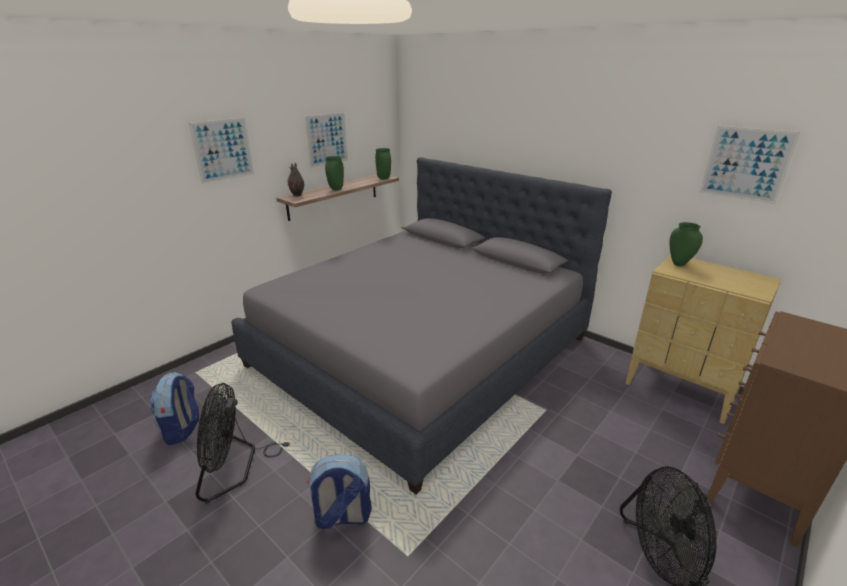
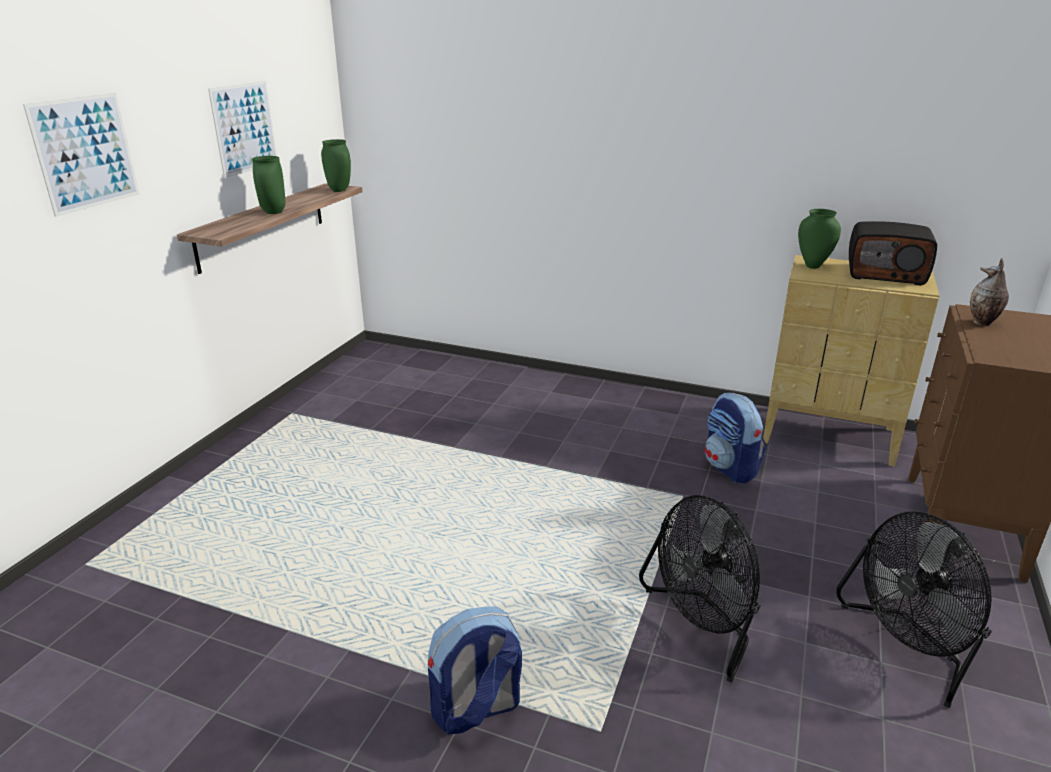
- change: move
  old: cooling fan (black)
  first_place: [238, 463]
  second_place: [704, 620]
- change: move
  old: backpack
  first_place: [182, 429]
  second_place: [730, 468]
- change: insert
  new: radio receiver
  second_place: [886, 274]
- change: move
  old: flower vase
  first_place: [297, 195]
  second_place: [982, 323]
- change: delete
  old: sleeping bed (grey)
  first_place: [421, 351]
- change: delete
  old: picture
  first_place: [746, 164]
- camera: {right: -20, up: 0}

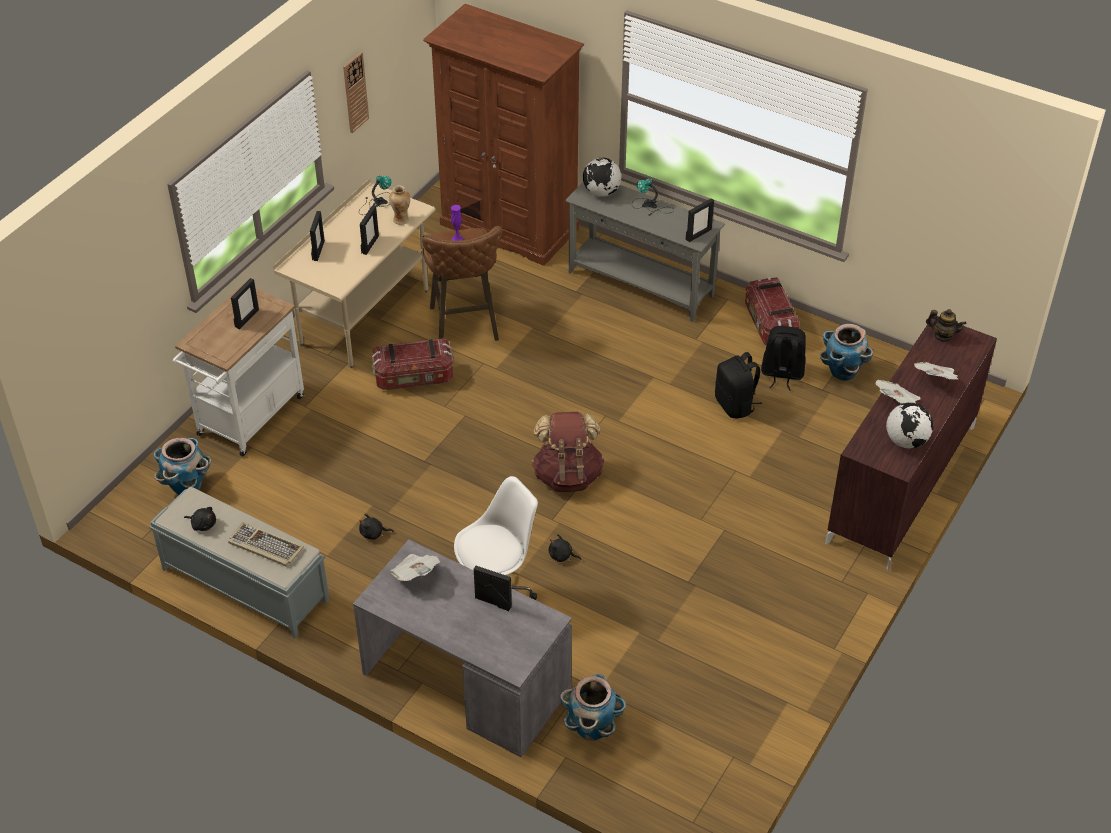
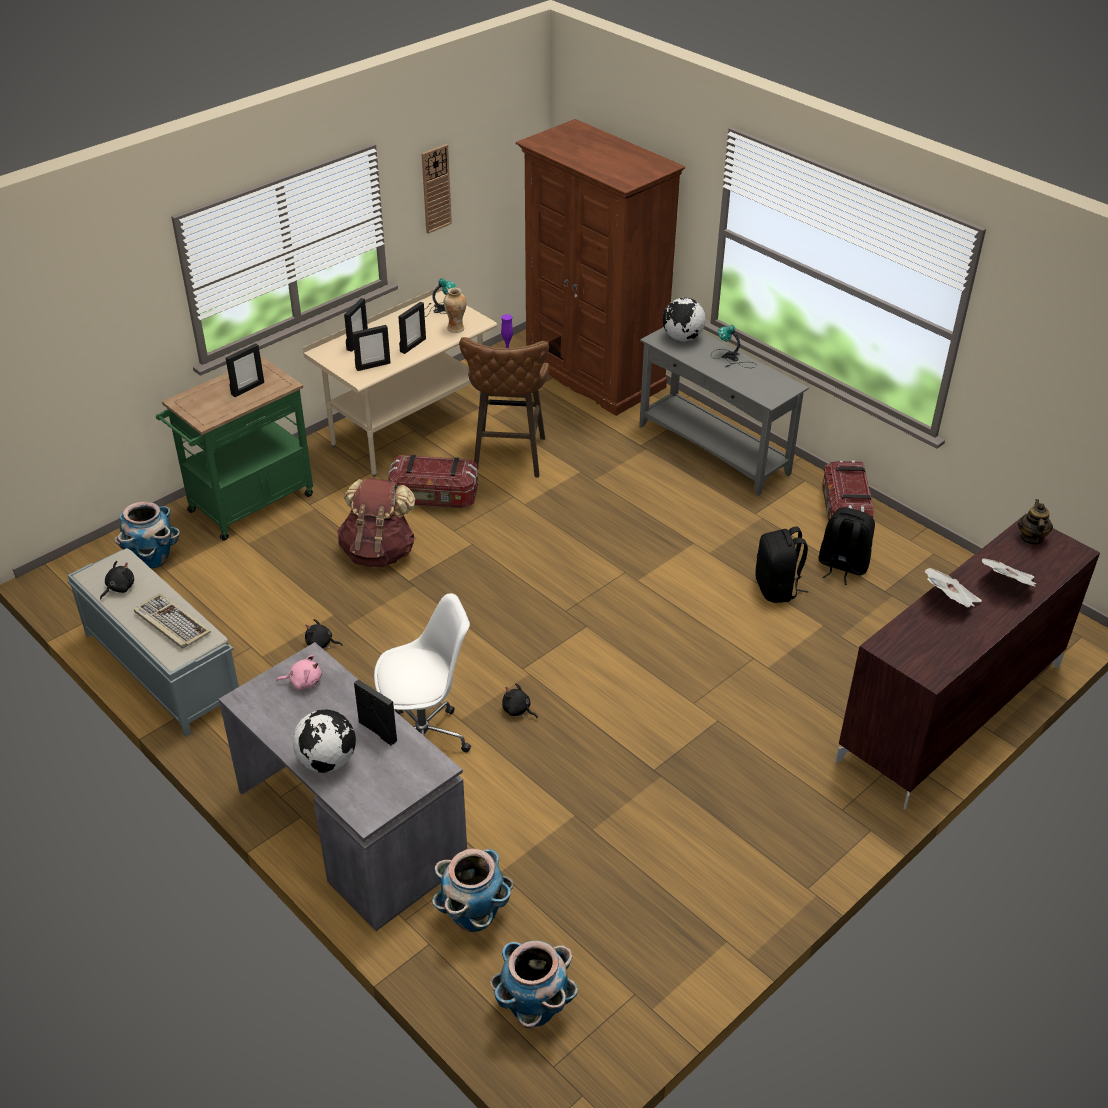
- change: rotate
  old: plush toy (black)
  first_place: [203, 524]
  second_place: [119, 588]
  degrees: -90
- change: recolor
  old: wheeled cart (white-coloured)
  new: wheeled cart (green-coloured)
  first_place: [249, 418]
  second_place: [248, 505]
- change: replace
  old: printed paper
  new: plush toy (pink)
  first_place: [415, 574]
  second_place: [303, 681]
- change: move
  old: desk globe
  first_place: [906, 441]
  second_place: [327, 761]
- change: move
  old: backpack (brownish)
  first_place: [568, 475]
  second_place: [379, 552]
- change: move
  old: standing frame
  first_place: [698, 234]
  second_place: [373, 365]
- change: move
  old: flower pot
  first_place: [843, 372]
  second_place: [533, 1009]
- change: rotate
  old: tea pot
  first_place: [943, 336]
  second_place: [1031, 538]
  degrees: -120
- camera: {right: 15, up: -5}

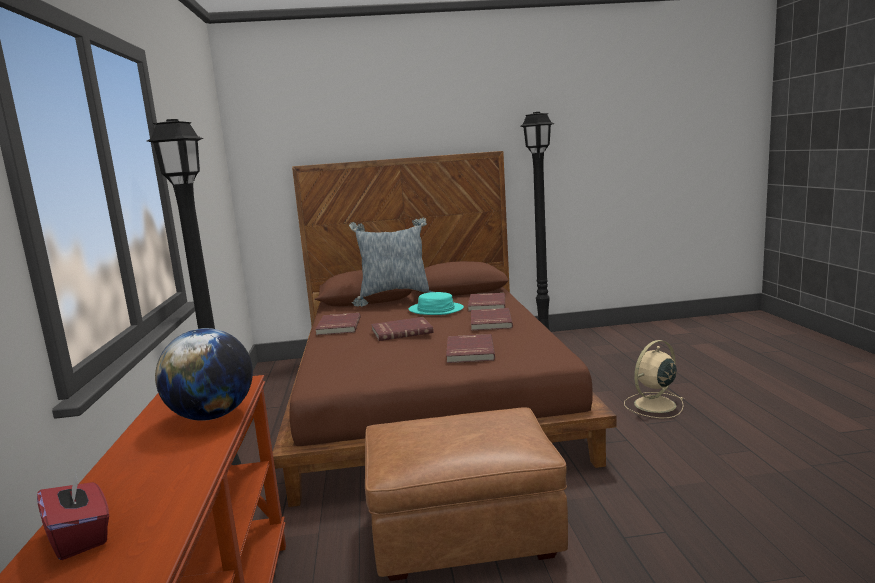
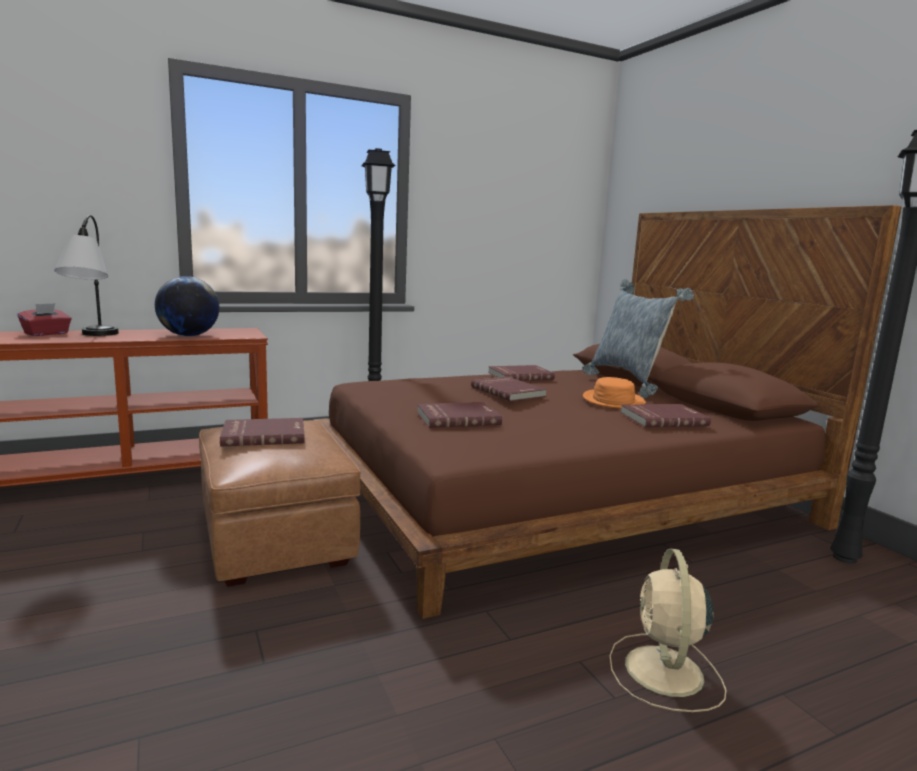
- change: insert
  new: tabletop lamp
  second_place: [92, 336]
- change: move
  old: bound book (red)
  first_place: [489, 321]
  second_place: [264, 435]
- change: recolor
  old: clothing hat (blue-green)
  new: clothing hat (orange)
  first_place: [436, 310]
  second_place: [613, 400]
- change: rotate
  old: cooling fan (beige-coloured)
  first_place: [653, 405]
  second_place: [664, 673]
  degrees: -120
- camera: {right: 70, up: 0}

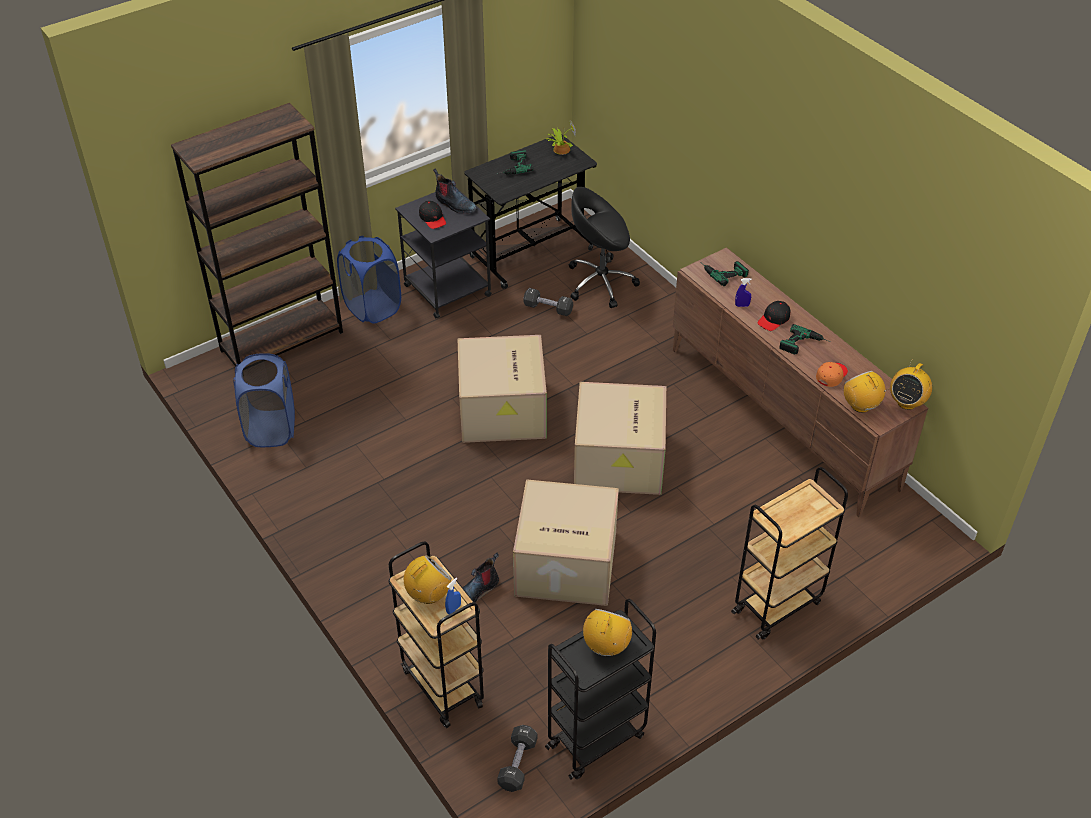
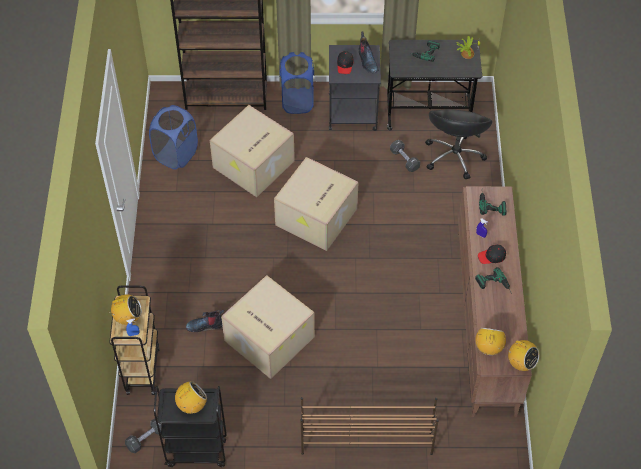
- change: move
  old: carton
  first_place: [620, 461]
  second_place: [253, 165]
- change: replace
  old: wheeled cart (brownish)
  new: shoe rack (brownish)
  first_place: [777, 609]
  second_place: [366, 442]
- change: rotate
  old: computer chair (black)
  first_place: [599, 283]
  second_place: [454, 158]
  degrees: -105
- change: rotate
  old: radio receiver
  first_place: [906, 402]
  second_place: [521, 363]
  degrees: -120
- change: delete
  old: cap (orange)
  first_place: [831, 375]
- camera: {right: 35, up: 10}

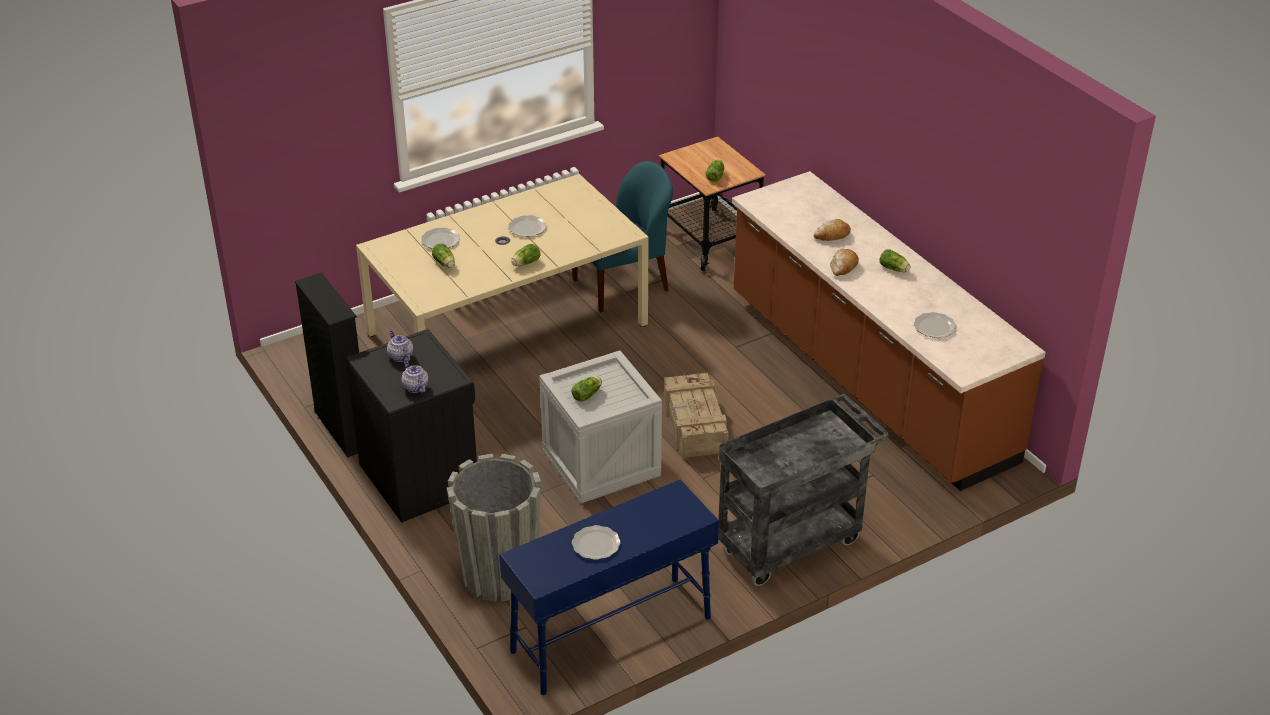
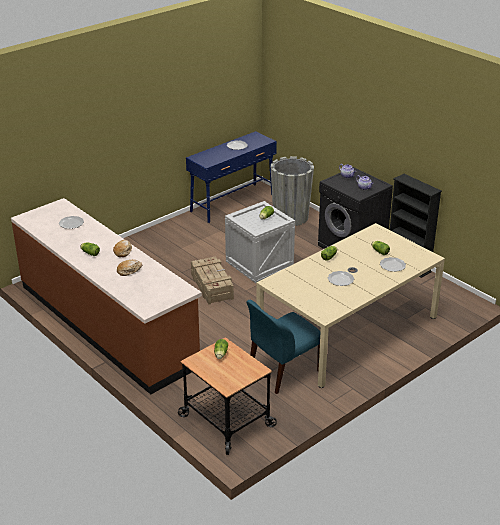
- change: delete
  old: wheeled cart (black)
  first_place: [795, 546]
- camera: {right: 170, up: -5}

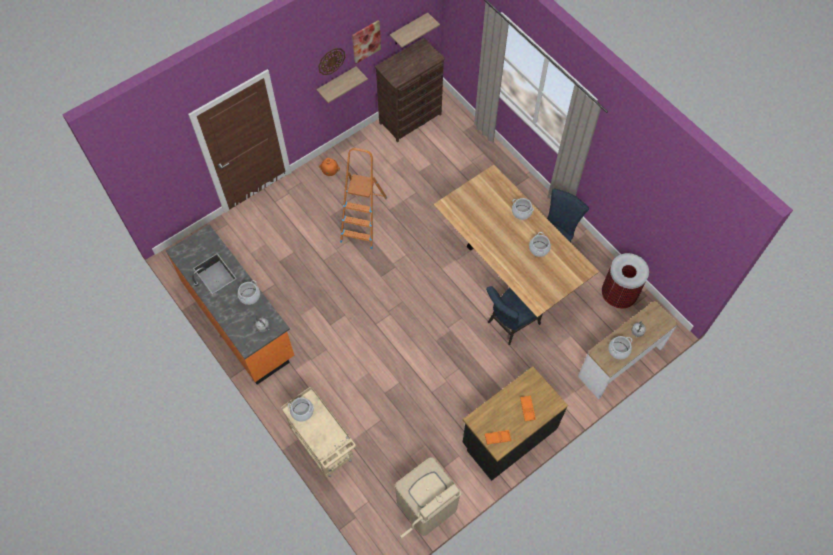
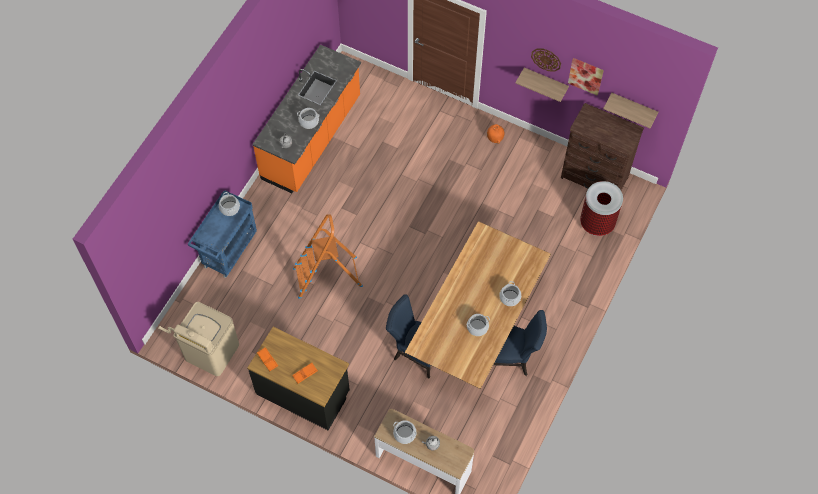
- change: recolor
  old: wheeled cart (beige-coloured)
  new: wheeled cart (bluish)
  first_place: [324, 447]
  second_place: [228, 253]
- change: move
  old: step stool (orange)
  first_place: [364, 220]
  second_place: [327, 277]
- change: move
  old: rubbish bin
  first_place: [618, 295]
  second_place: [597, 223]
- camera: {right: 65, up: 0}

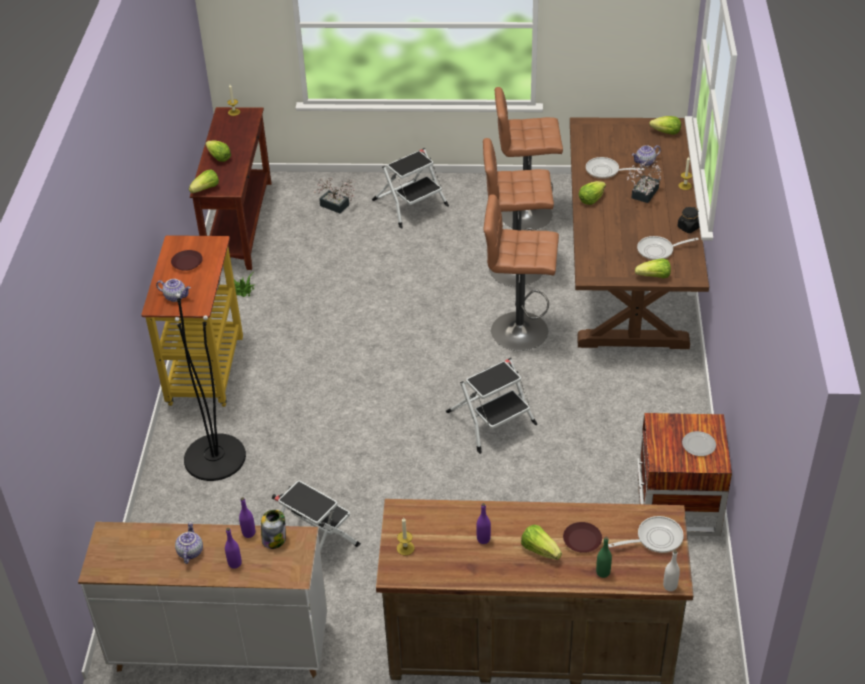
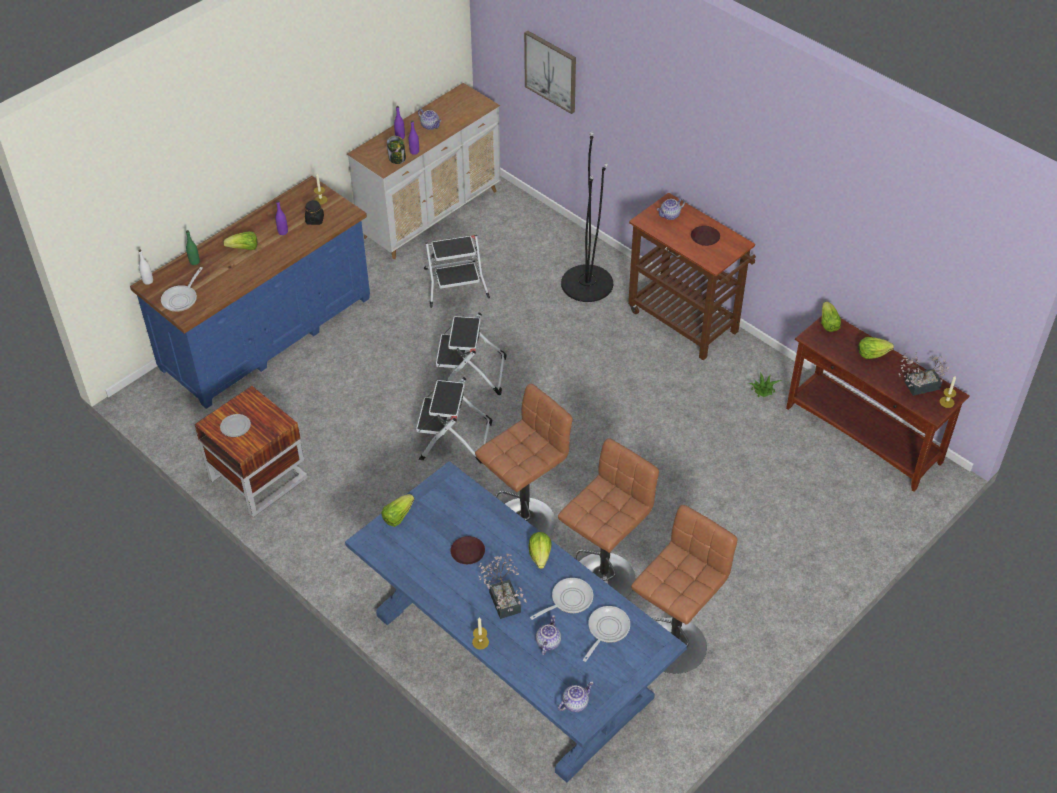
- change: move
  old: storage jar (black)
  first_place: [688, 227]
  second_place: [314, 220]
- change: recolor
  old: dinner table (brownish)
  new: dinner table (bluish)
  first_place: [628, 272]
  second_place: [511, 656]
- change: move
  old: step stool
  first_place: [409, 204]
  second_place: [471, 372]
- change: move
  old: dinner plate (brownish)
  first_place: [582, 540]
  second_place: [468, 552]
- change: insert
  new: picture
  second_place: [551, 71]
- change: replace
  old: head of lettuce
  new: tea pot
  first_place: [666, 133]
  second_place: [575, 703]
- change: move
  old: skillet
  first_place: [658, 251]
  second_place: [606, 630]
- change: recolor
  old: wheeled cart (yellowish)
  new: wheeled cart (brownish)
  first_place: [206, 370]
  second_place: [684, 322]
- change: move
  old: houseplant
  first_place: [337, 206]
  second_place: [918, 386]
- camera: {right: 130, up: 5}

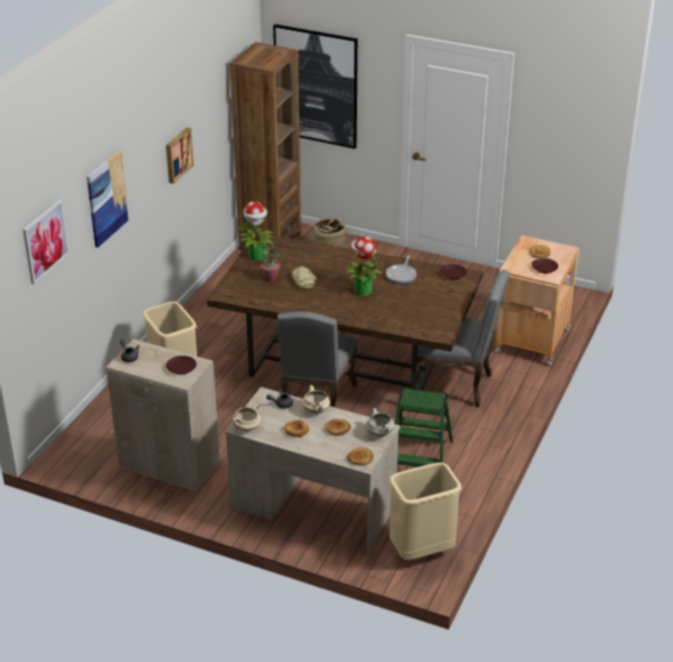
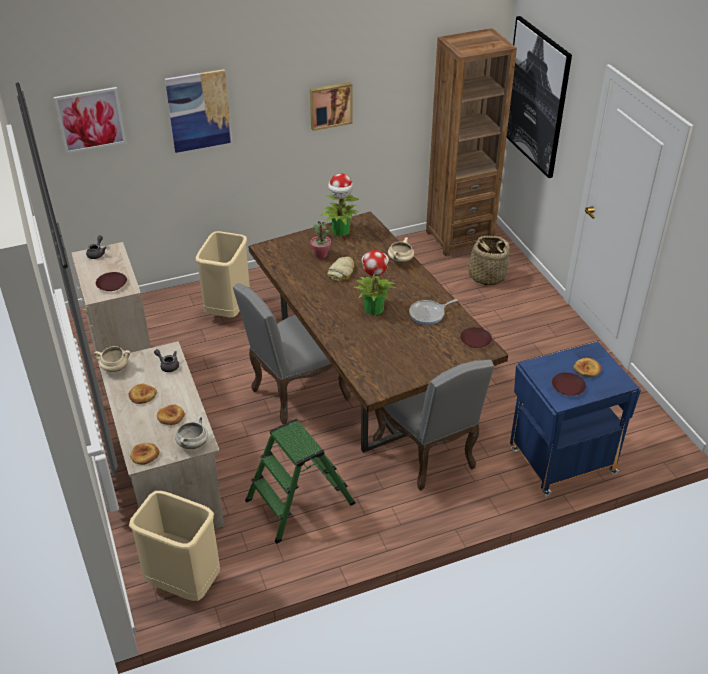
- change: move
  old: saucepot (beige-coloured)
  first_place: [316, 410]
  second_place: [400, 261]
- change: recolor
  old: wheeled cart (brownish)
  new: wheeled cart (bluish)
  first_place: [532, 342]
  second_place: [560, 462]
- camera: {right: 45, up: 5}

